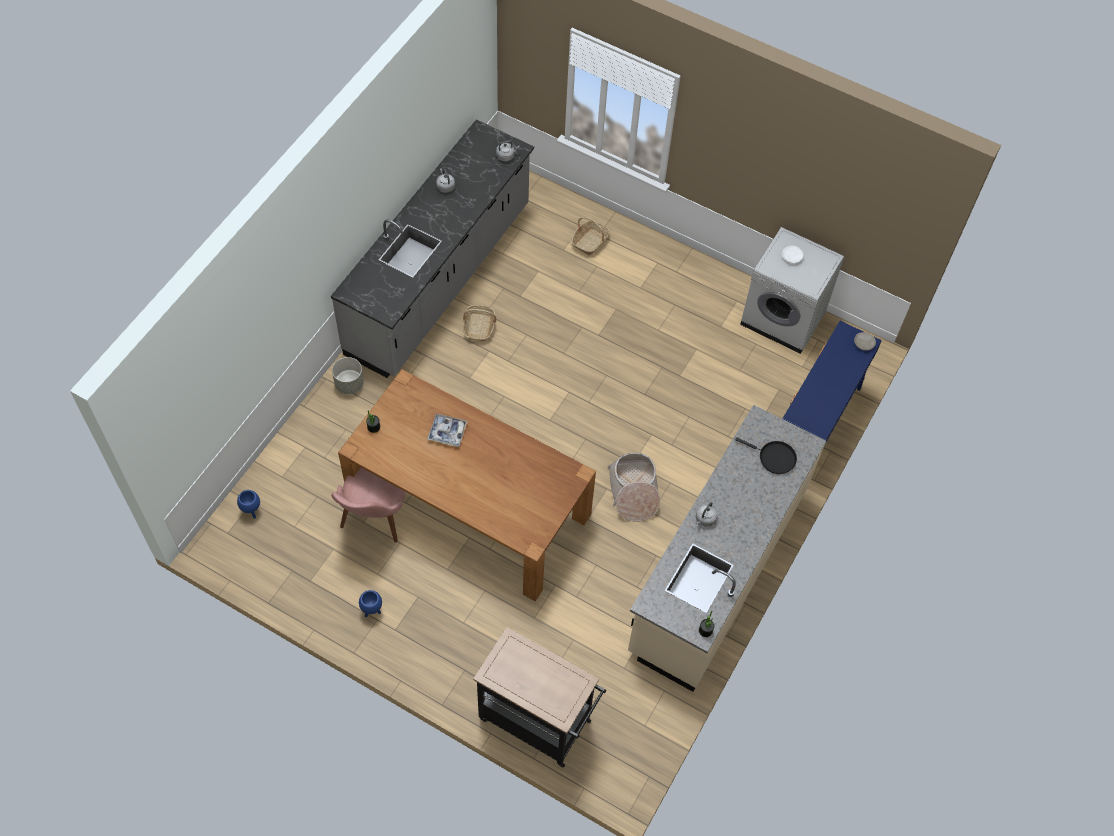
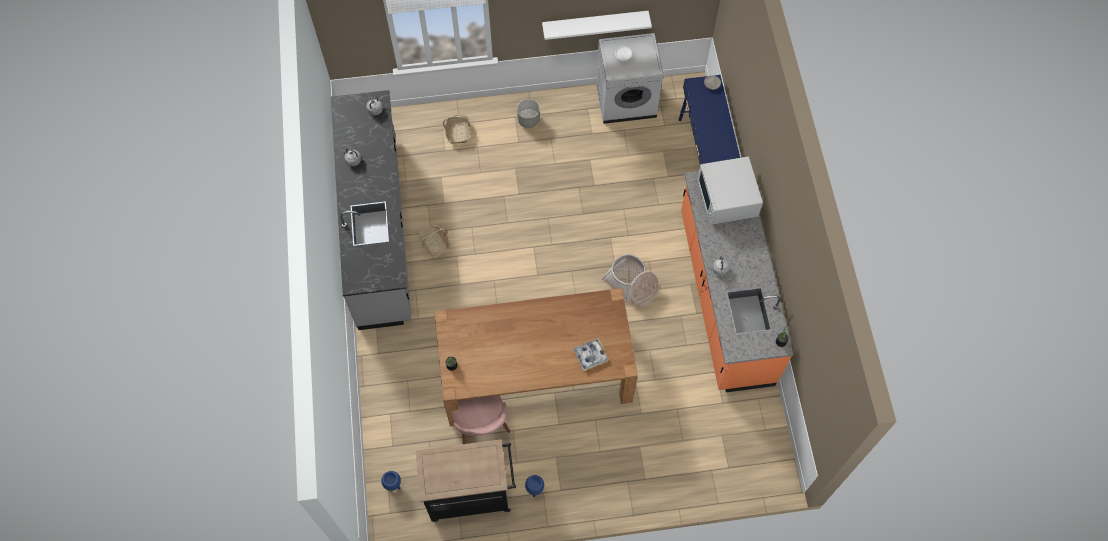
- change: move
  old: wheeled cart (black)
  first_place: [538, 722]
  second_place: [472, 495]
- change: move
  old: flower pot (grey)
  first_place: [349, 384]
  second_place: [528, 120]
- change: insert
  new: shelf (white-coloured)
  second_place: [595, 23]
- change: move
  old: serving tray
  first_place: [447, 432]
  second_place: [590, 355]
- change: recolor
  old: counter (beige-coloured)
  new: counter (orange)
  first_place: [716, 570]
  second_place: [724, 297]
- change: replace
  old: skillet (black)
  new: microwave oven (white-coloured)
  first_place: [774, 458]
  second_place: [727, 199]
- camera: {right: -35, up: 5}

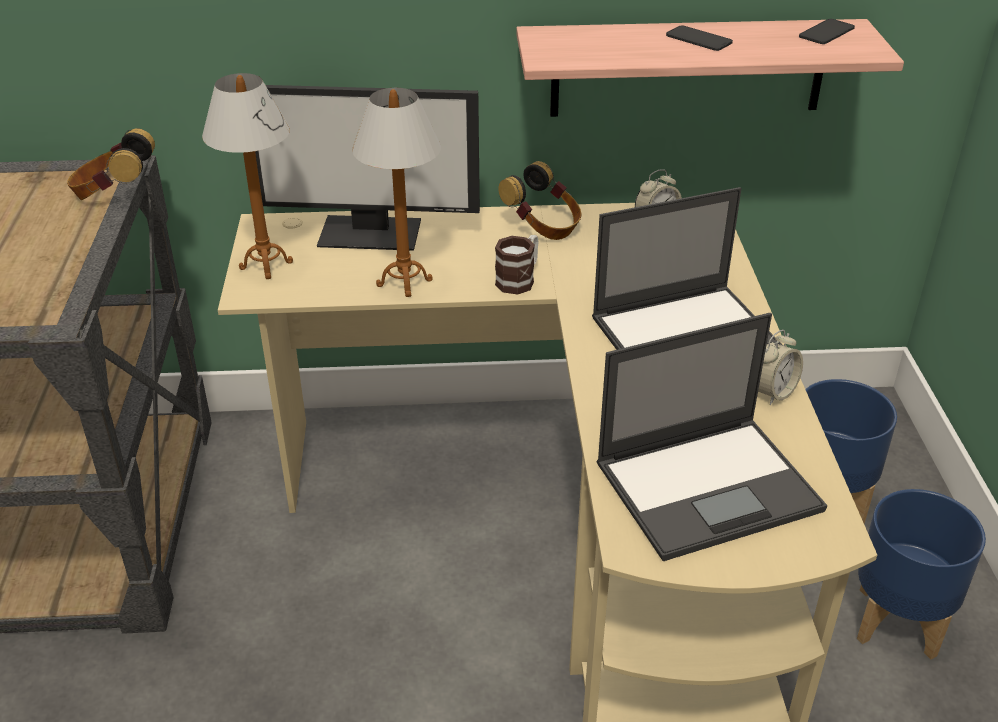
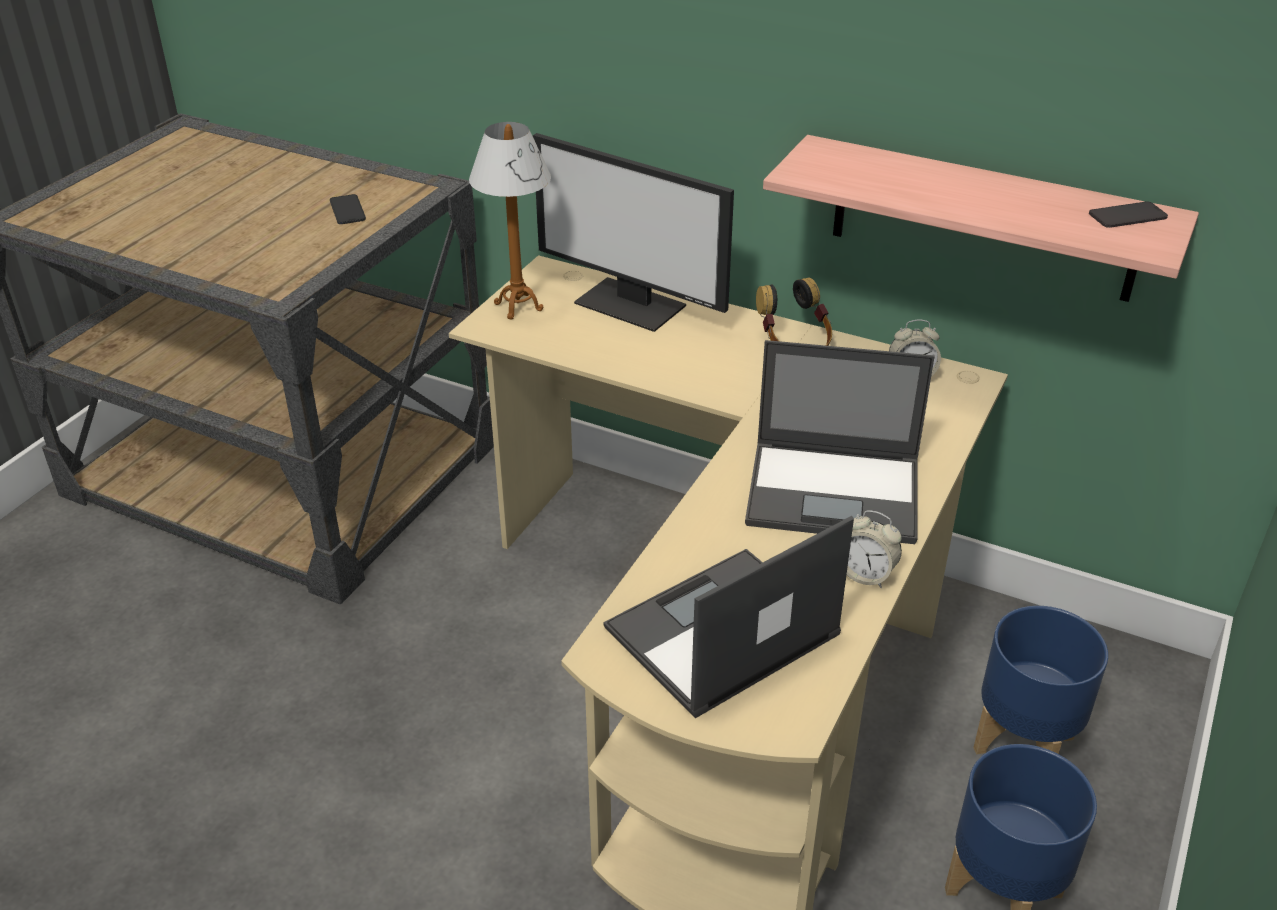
- change: move
  old: handset
  first_place: [699, 39]
  second_place: [347, 210]
- change: rotate
  old: laptop
  first_place: [710, 486]
  second_place: [720, 633]
  degrees: 135
- change: rotate
  old: table clock
  first_place: [772, 392]
  second_place: [866, 575]
  degrees: 45
- change: delete
  old: headset
  first_place: [114, 194]
- change: delete
  old: tabletop lamp
  first_place: [404, 283]
- change: delete
  old: tea mug
  first_place: [519, 279]
- camera: {right: 30, up: 0}

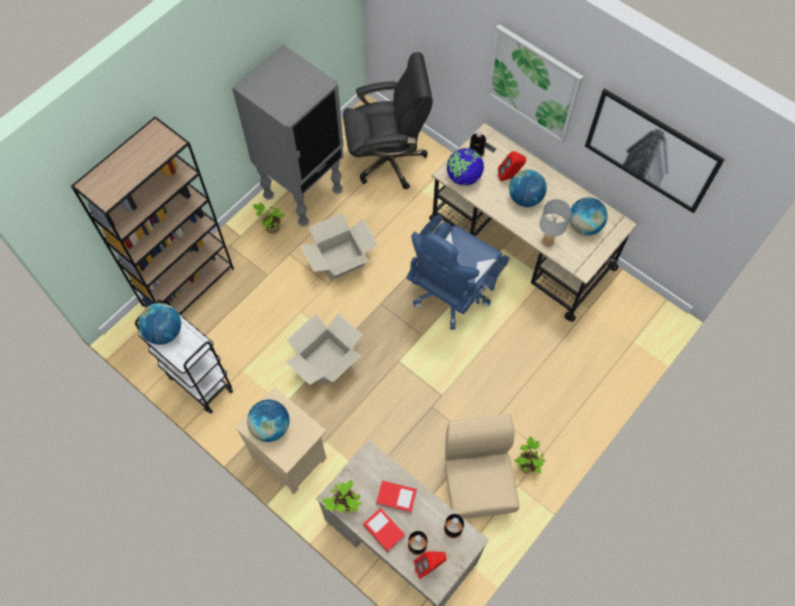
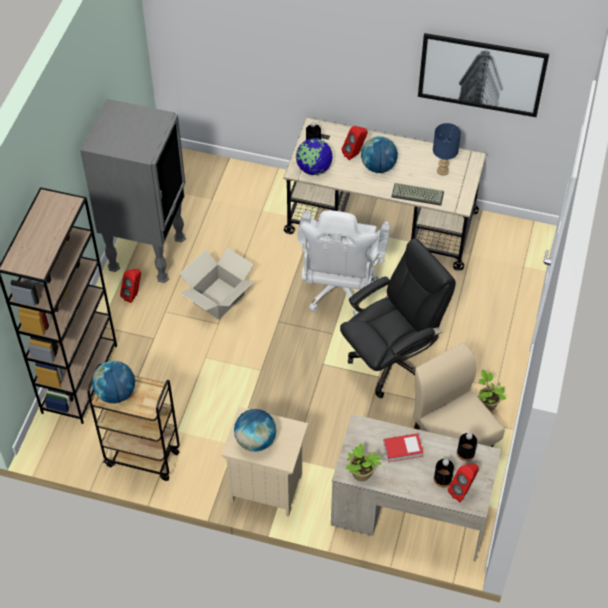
- change: recolor
  old: wheeled cart (white-coloured)
  new: wheeled cart (brownish)
  first_place: [199, 384]
  second_place: [142, 460]
- change: replace
  old: houseplant
  new: loudspeaker (red)
  first_place: [271, 227]
  second_place: [134, 295]
- change: recolor
  old: computer chair (bluish)
  new: computer chair (white-coloured)
  first_place: [453, 290]
  second_place: [340, 284]
- change: move
  old: computer chair (black)
  first_place: [387, 161]
  second_place: [390, 363]
- change: replace
  old: tabletop lamp (grey)
  new: computer keyboard
  first_place: [548, 241]
  second_place: [418, 194]
- change: replace
  old: desk globe
  new: tabletop lamp (bluish)
  first_place: [584, 226]
  second_place: [442, 171]
- change: delete
  old: carton
  first_place: [326, 361]
- change: delete
  old: bound book
  first_place: [384, 530]
- change: delete
  old: picture
  first_place: [533, 84]
- camera: {right: -25, up: -10}

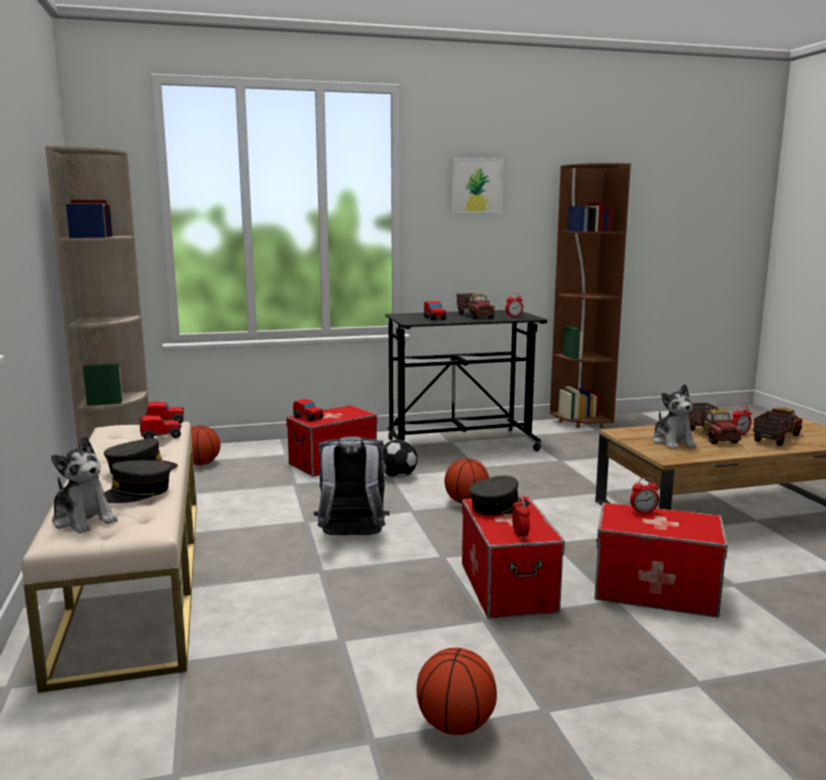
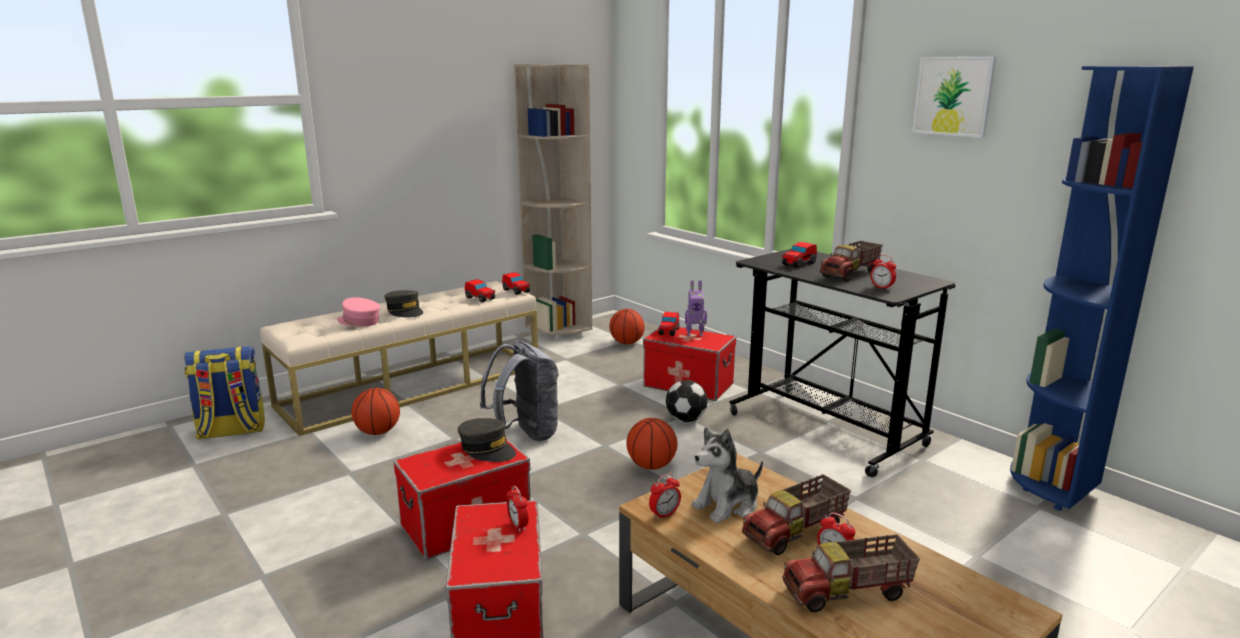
- change: insert
  new: backpack
  second_place: [231, 431]
- change: recolor
  old: cap (grey)
  new: cap (pink)
  first_place: [136, 493]
  second_place: [359, 321]
- change: move
  old: ball for basketball
  first_place: [455, 726]
  second_place: [377, 432]
- change: move
  old: table clock
  first_place: [520, 535]
  second_place: [664, 515]
- change: insert
  new: robot figure
  second_place: [694, 334]
- change: rotate
  old: model truck
  first_place: [775, 438]
  second_place: [848, 592]
  degrees: 150
- change: recolor
  old: bookshelf (brownish)
  new: bookshelf (bluish)
  first_place: [581, 424]
  second_place: [1047, 490]
- change: delete
  old: plush toy
  first_place: [84, 520]
- camera: {right: 65, up: 5}

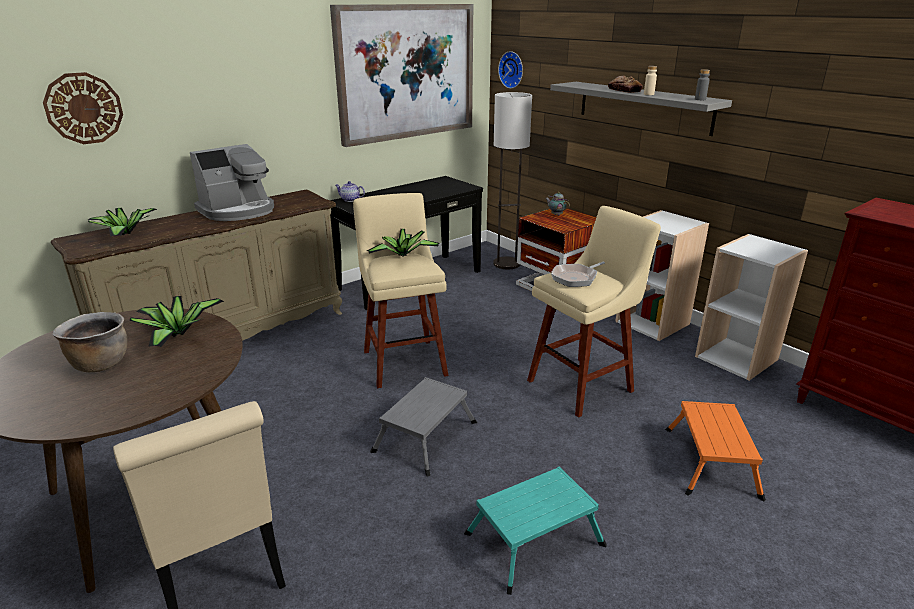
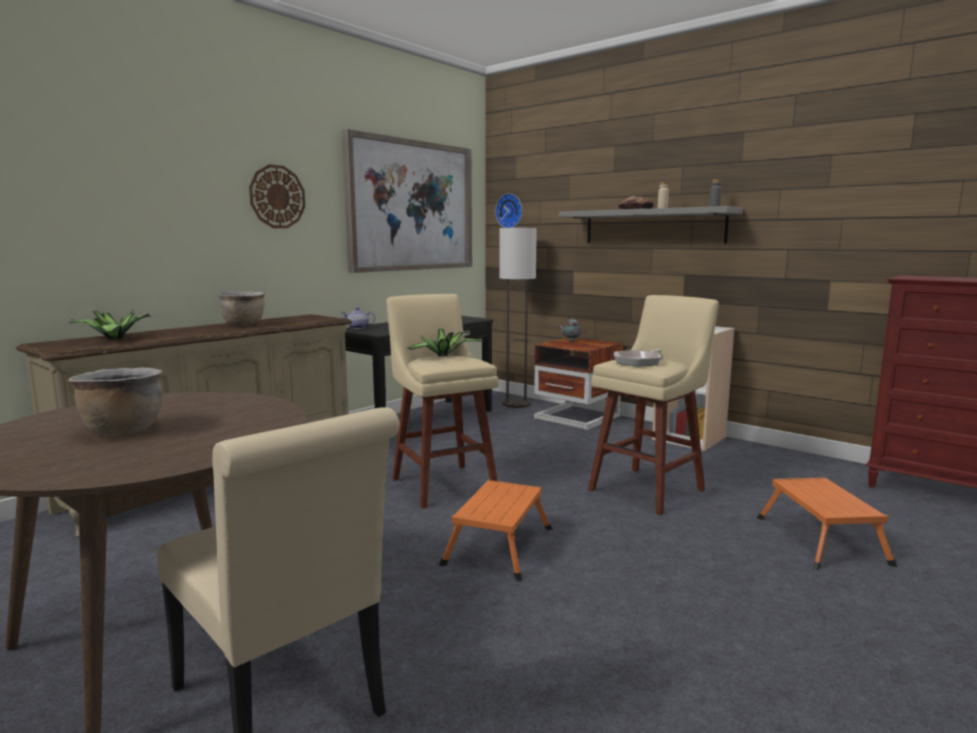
- change: replace
  old: coffee brewer
  new: saucepot (brownish)
  first_place: [238, 211]
  second_place: [244, 325]
- change: move
  old: hanging clock
  first_place: [84, 108]
  second_place: [277, 197]
- change: recolor
  old: step stool (grey)
  new: step stool (orange)
  first_place: [425, 436]
  second_place: [499, 545]
- change: delete
  old: houseplant
  first_place: [177, 334]
- change: delete
  old: step stool (blue-green)
  first_place: [535, 539]
- change: delete
  old: bookshelf
  first_place: [737, 358]
- camera: {right: -10, up: -15}

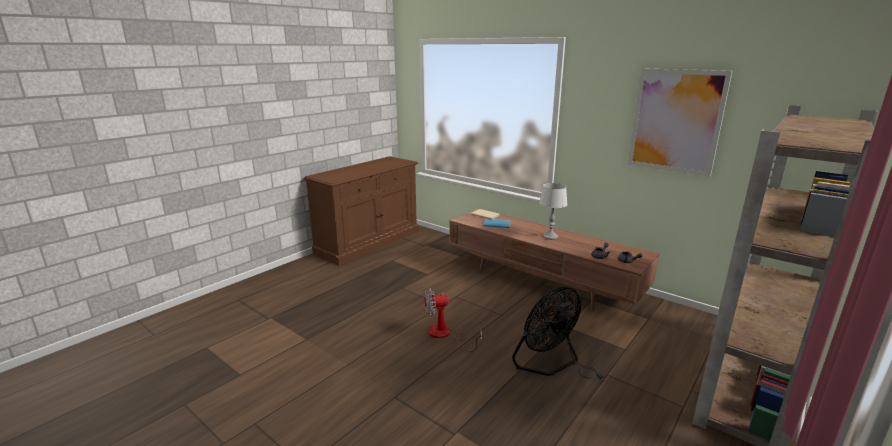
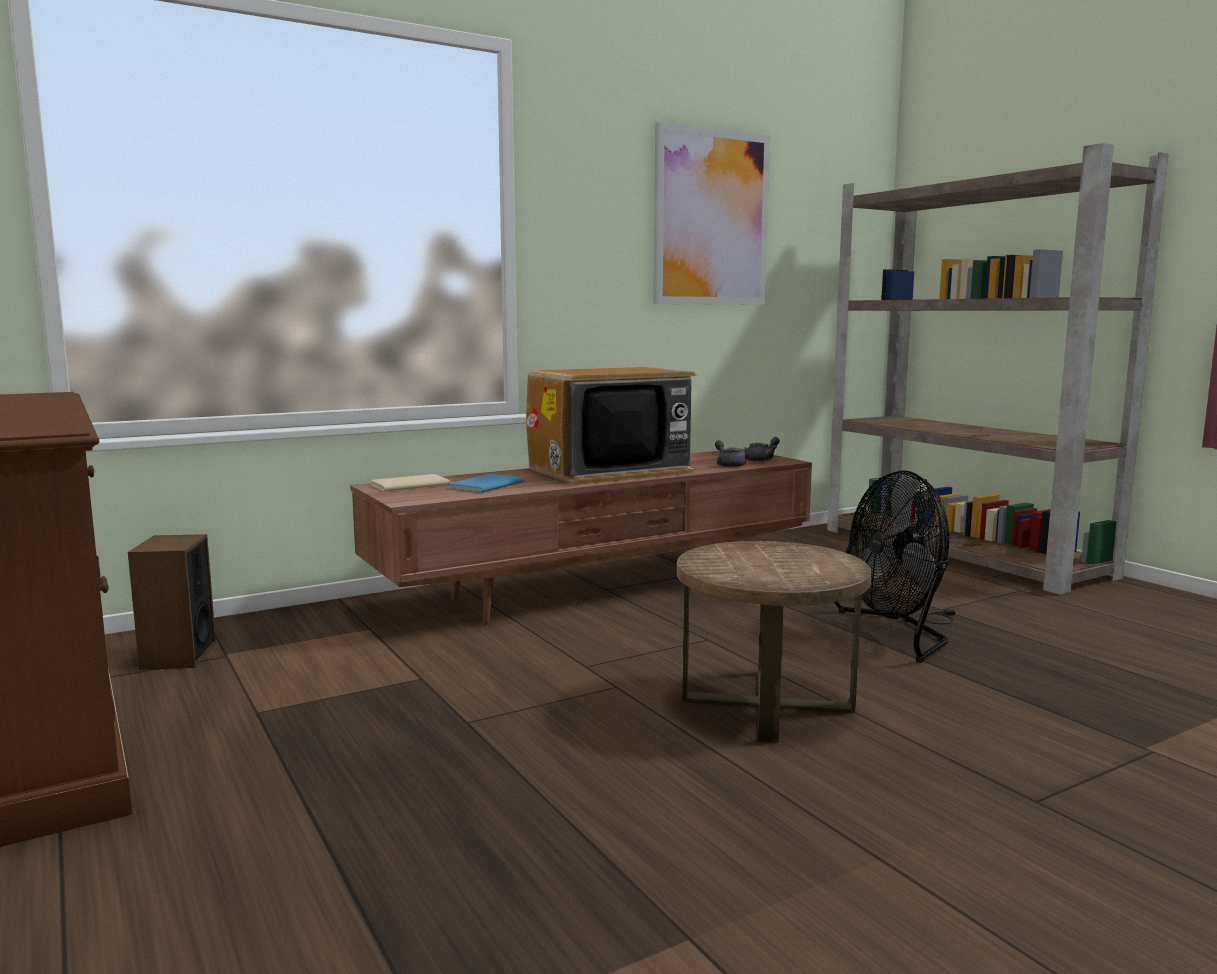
- change: insert
  new: loudspeaker
  second_place: [178, 656]
- change: replace
  old: tabletop lamp (grey)
  new: TV
  first_place: [550, 237]
  second_place: [609, 471]
- change: replace
  old: cooling fan
  new: side table (brownish)
  first_place: [445, 335]
  second_place: [767, 704]
- camera: {right: -70, up: -10}

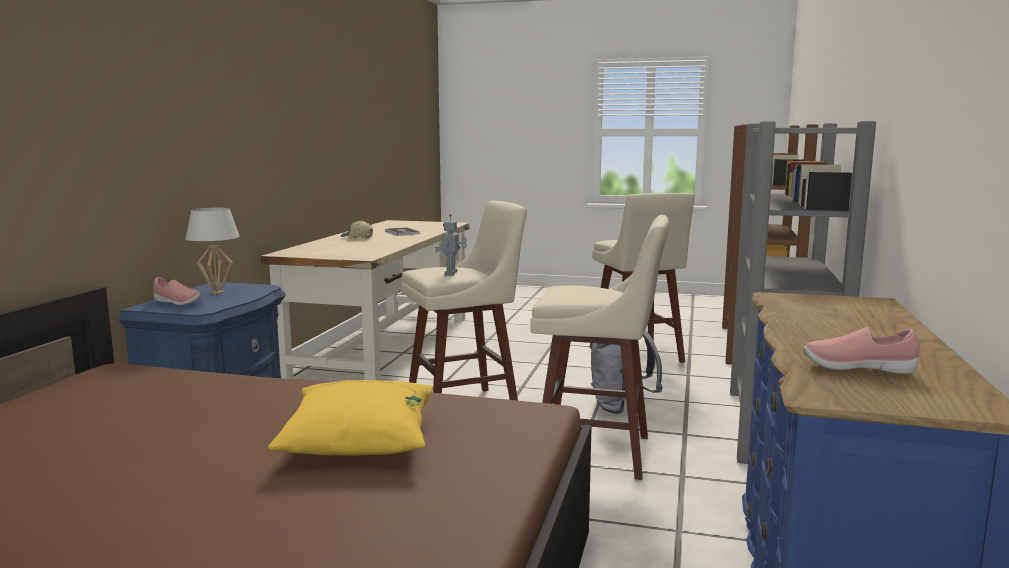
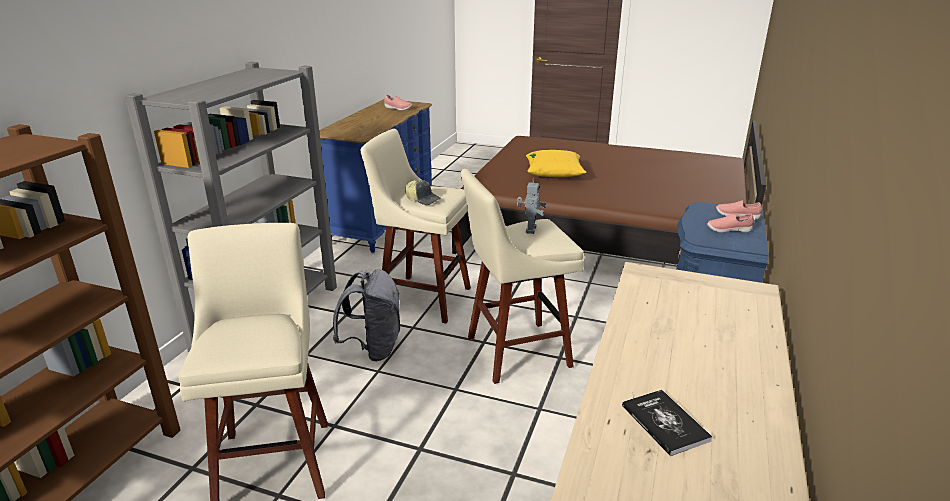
- change: move
  old: cap
  first_place: [357, 238]
  second_place: [423, 199]
- change: replace
  old: tabletop lamp (white-coloured)
  new: low shoe (pink)
  first_place: [217, 292]
  second_place: [728, 230]
- camera: {right: -175, up: 15}

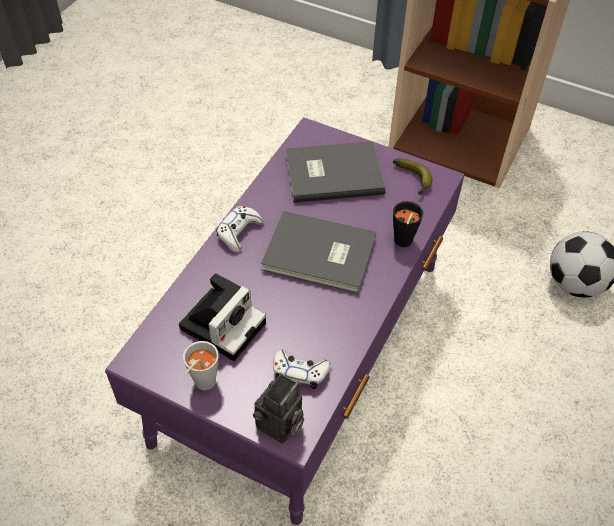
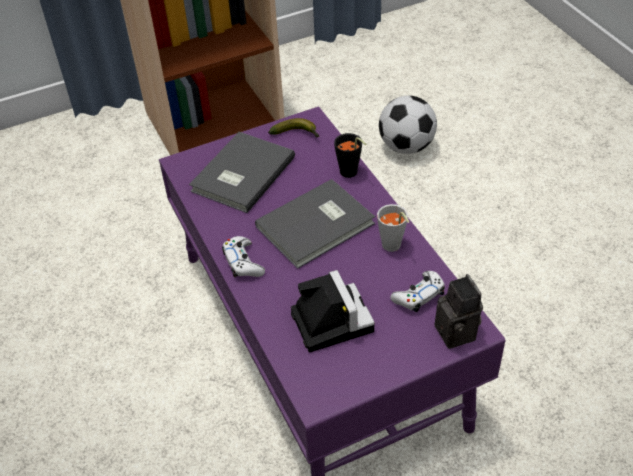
- change: move
  old: cup (grey)
  first_place: [201, 384]
  second_place: [393, 247]
- camera: {right: -50, up: -5}

